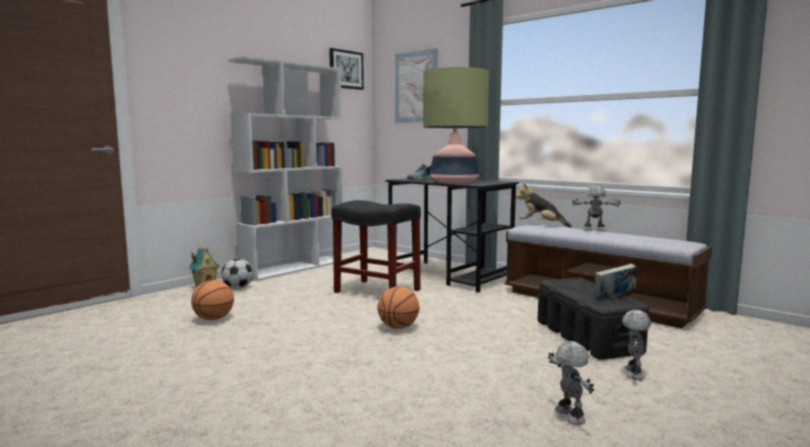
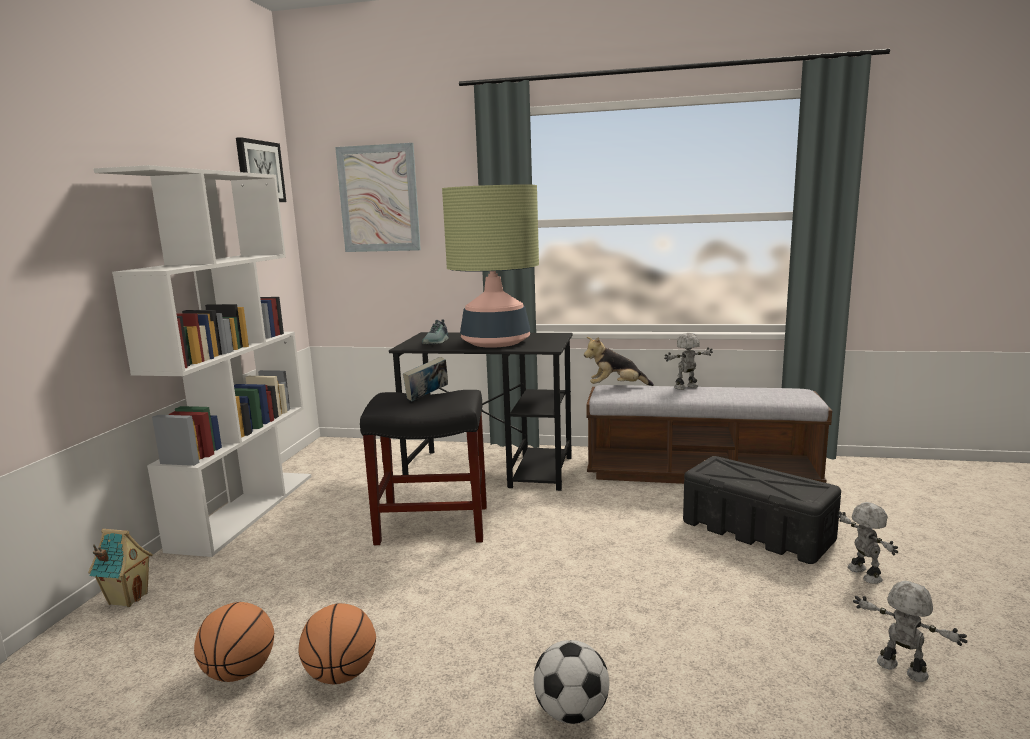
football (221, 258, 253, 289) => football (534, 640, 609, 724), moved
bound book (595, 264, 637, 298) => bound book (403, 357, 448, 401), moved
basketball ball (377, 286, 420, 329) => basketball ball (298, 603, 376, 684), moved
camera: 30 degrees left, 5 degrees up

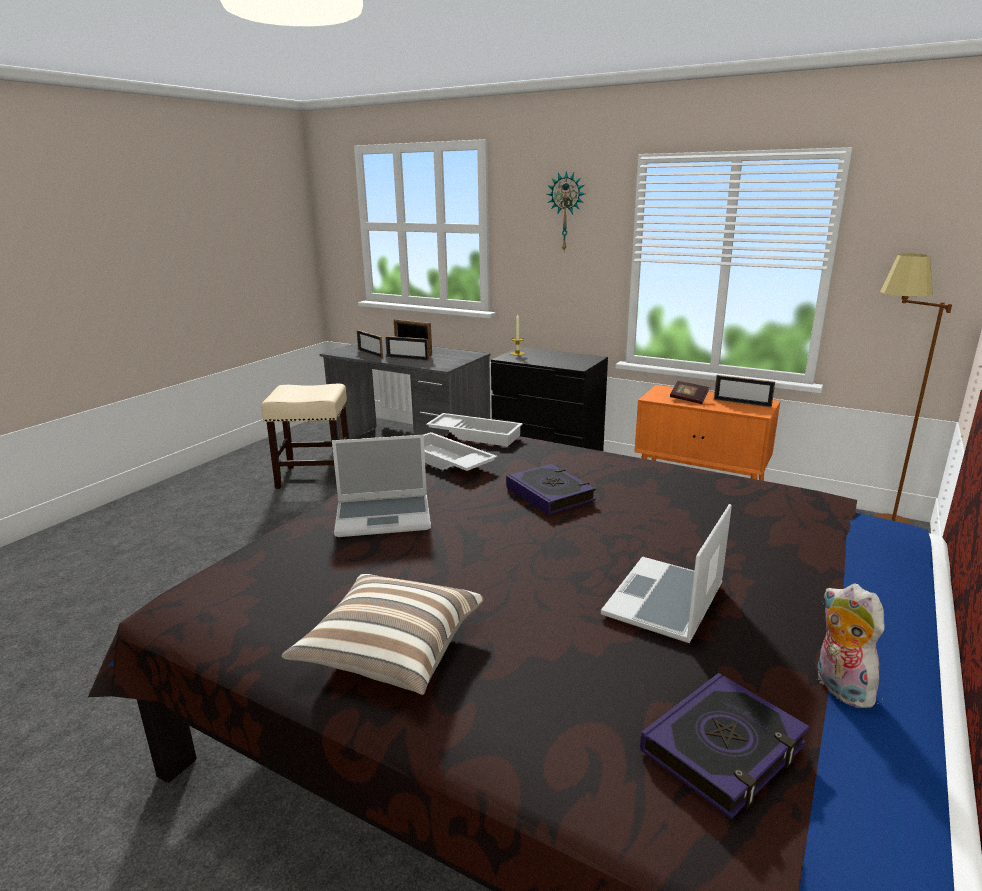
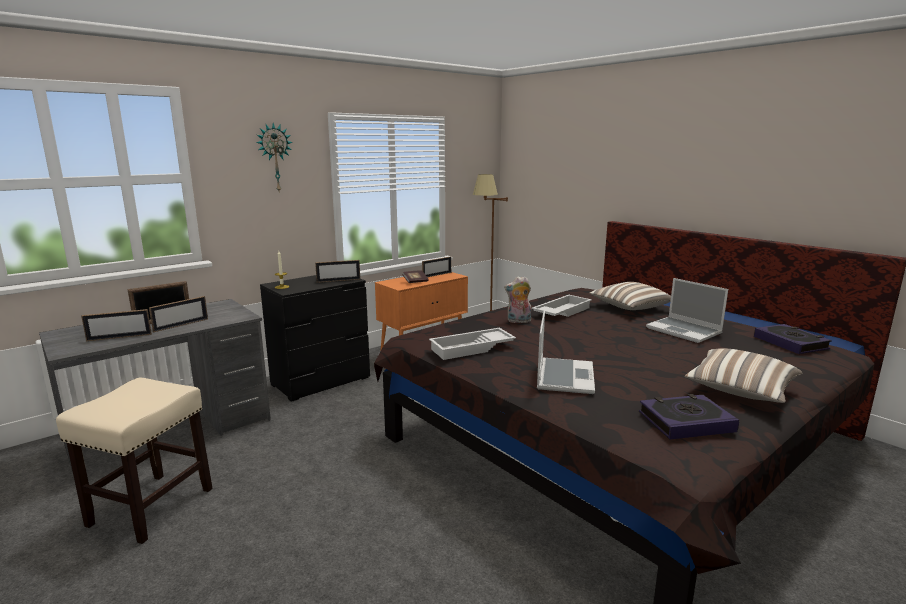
serving tray in whitish (426, 413, 523, 447) => serving tray in whitish (532, 295, 592, 317), moved
bound book (506, 464, 596, 515) => bound book (639, 394, 739, 440), moved
soft toy (818, 584, 885, 708) => soft toy (504, 276, 531, 323), moved
nothing => standing frame (315, 260, 360, 283)
nothing => cushion (589, 282, 671, 310)
camera: 70 degrees left, 5 degrees down

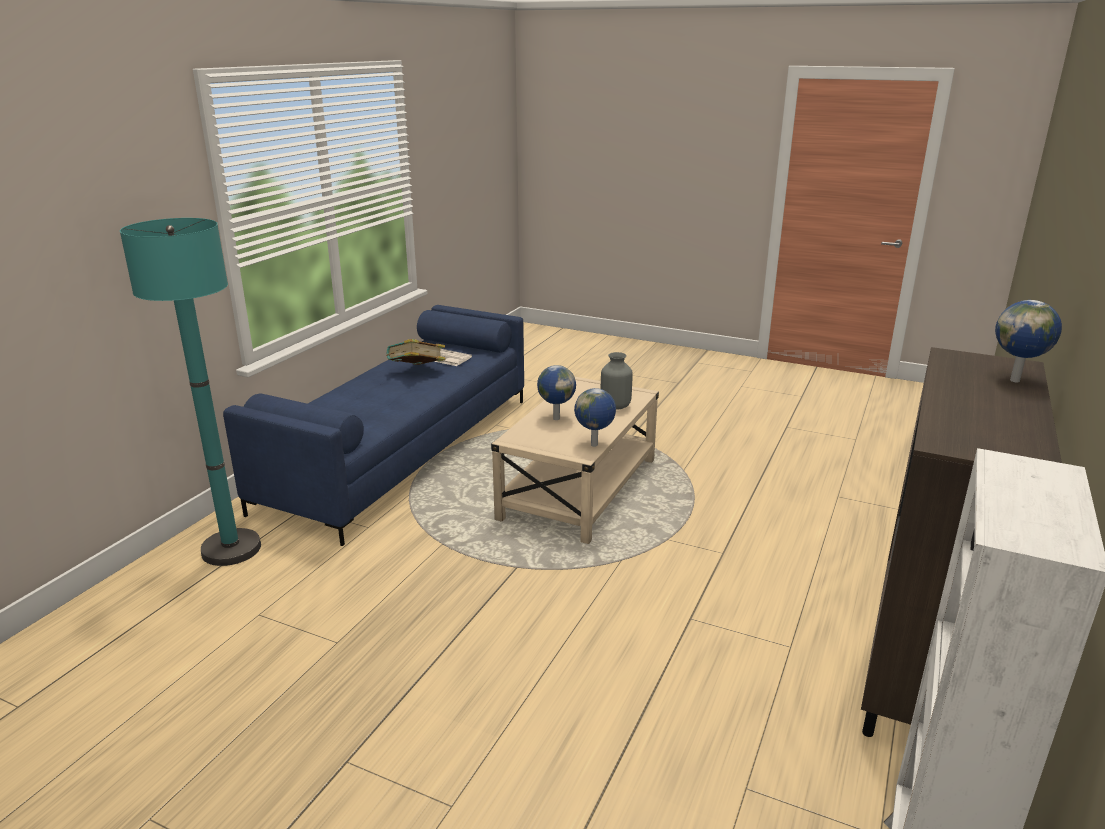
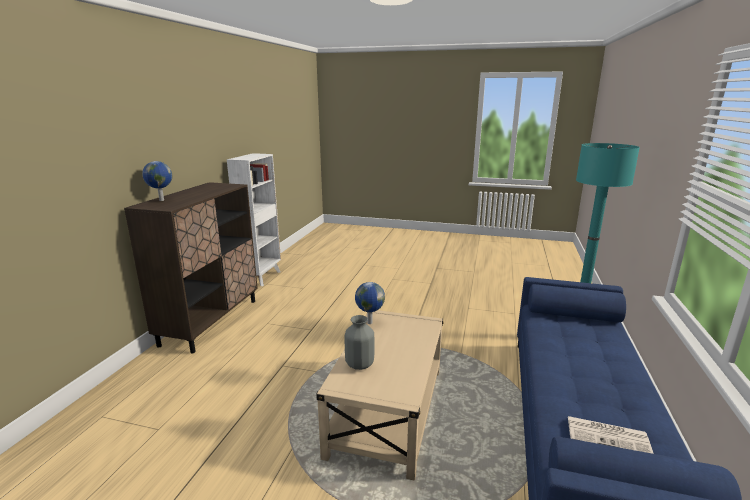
bound book (386, 339, 445, 365) => nothing
desk globe (537, 365, 576, 420) => nothing
camera: 170 degrees right, 5 degrees down

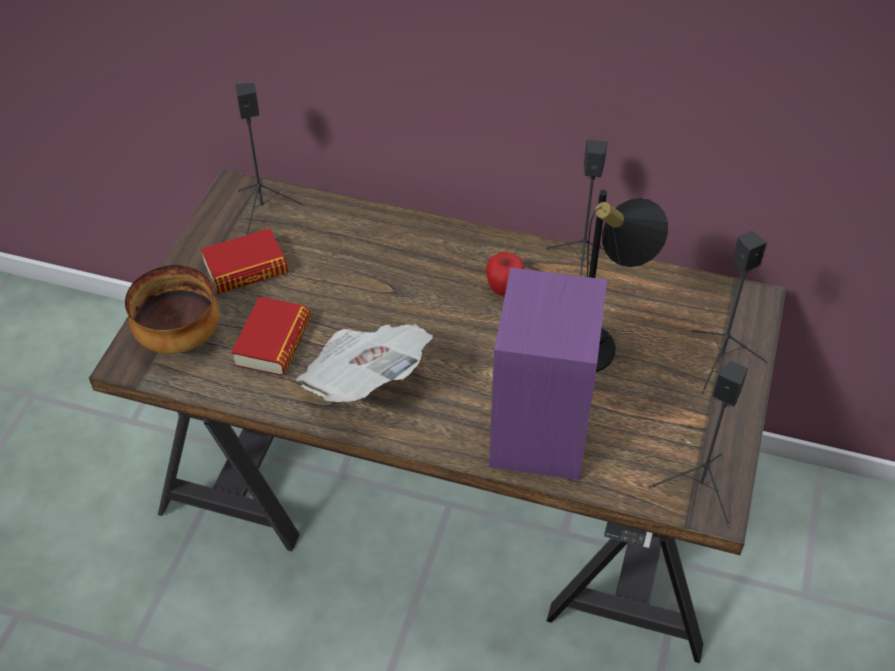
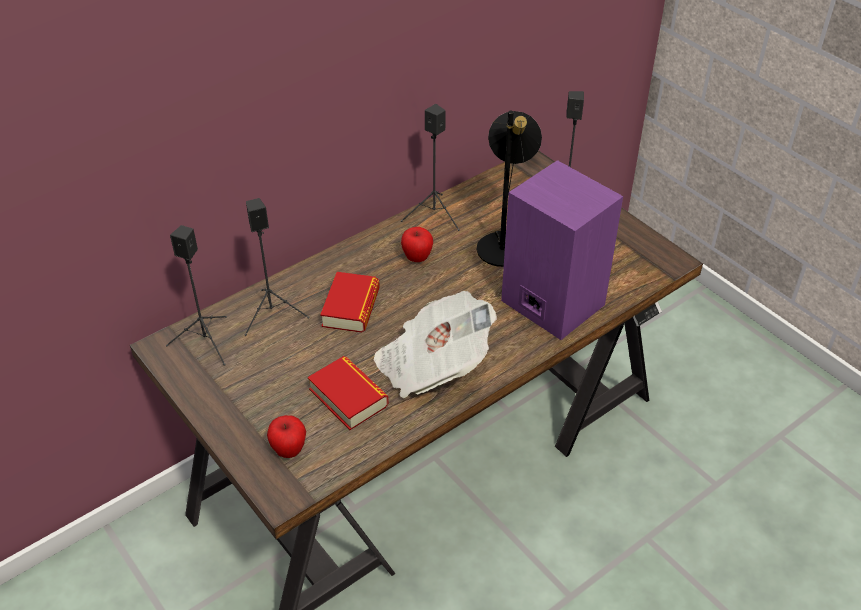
bound book (201, 228, 288, 294) => bound book (320, 272, 380, 333), moved
bowl (125, 265, 219, 354) => apple (267, 415, 306, 458)
speaker in black-coloured (649, 361, 748, 528) => speaker in black-coloured (245, 198, 310, 336), moved
camera: 55 degrees left, 5 degrees down

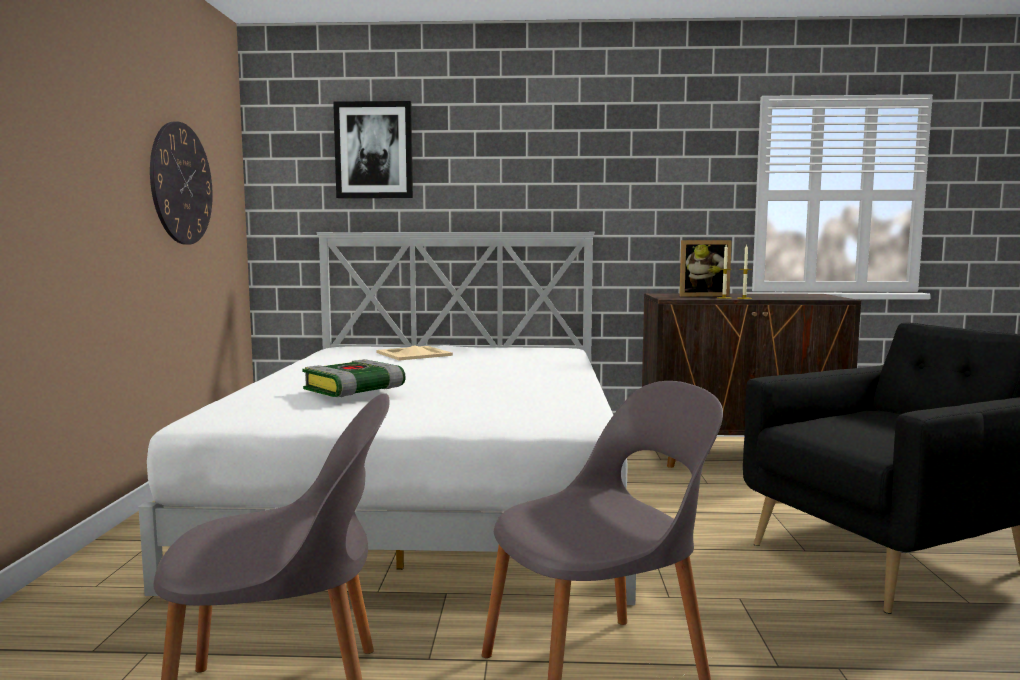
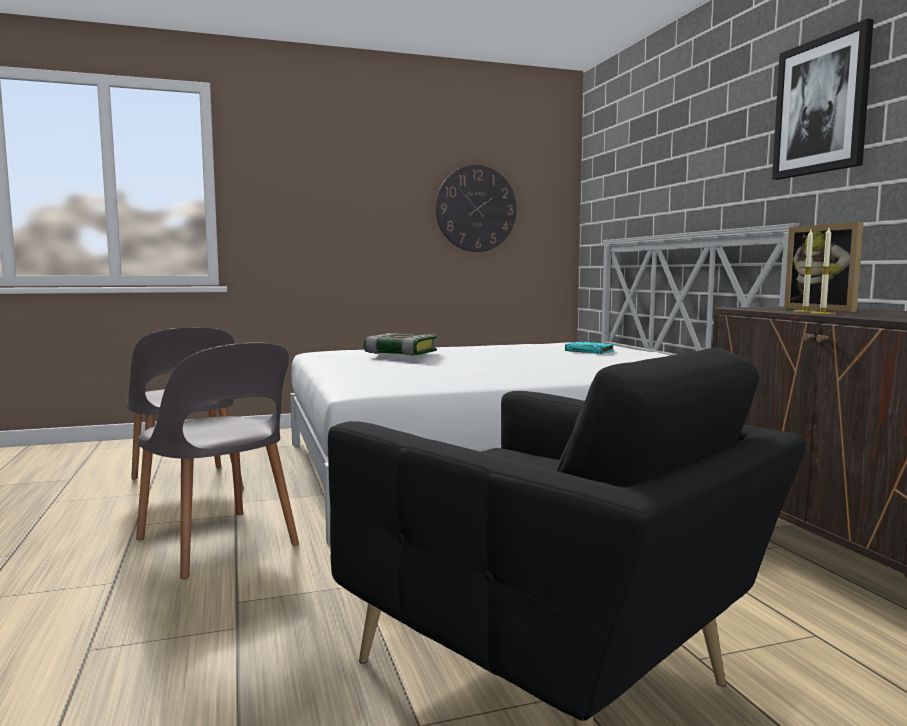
wall picture (333, 101, 413, 198) => wall picture (772, 19, 874, 180), moved
serving tray in beige (377, 345, 453, 361) => bound book in turquoise-coloured (565, 341, 615, 354)
camera: 70 degrees right, 0 degrees up

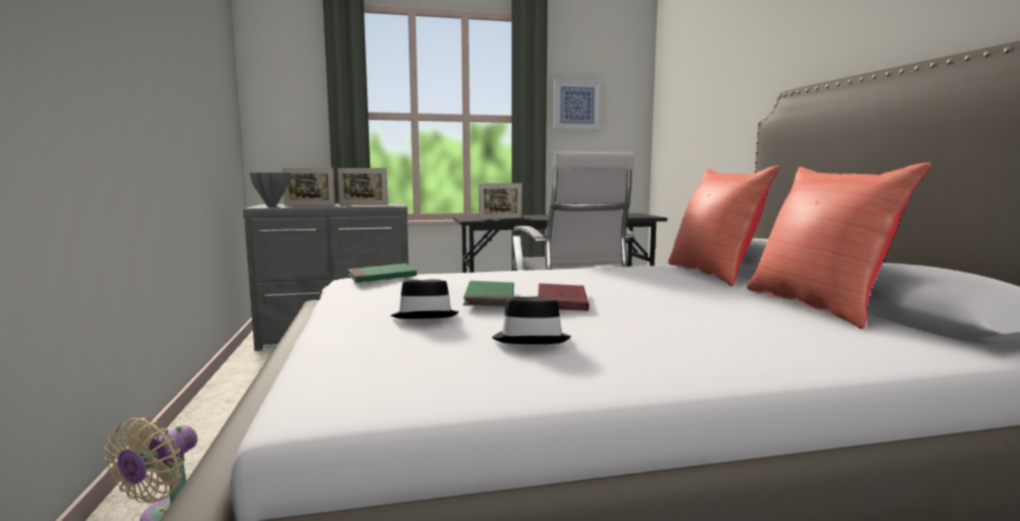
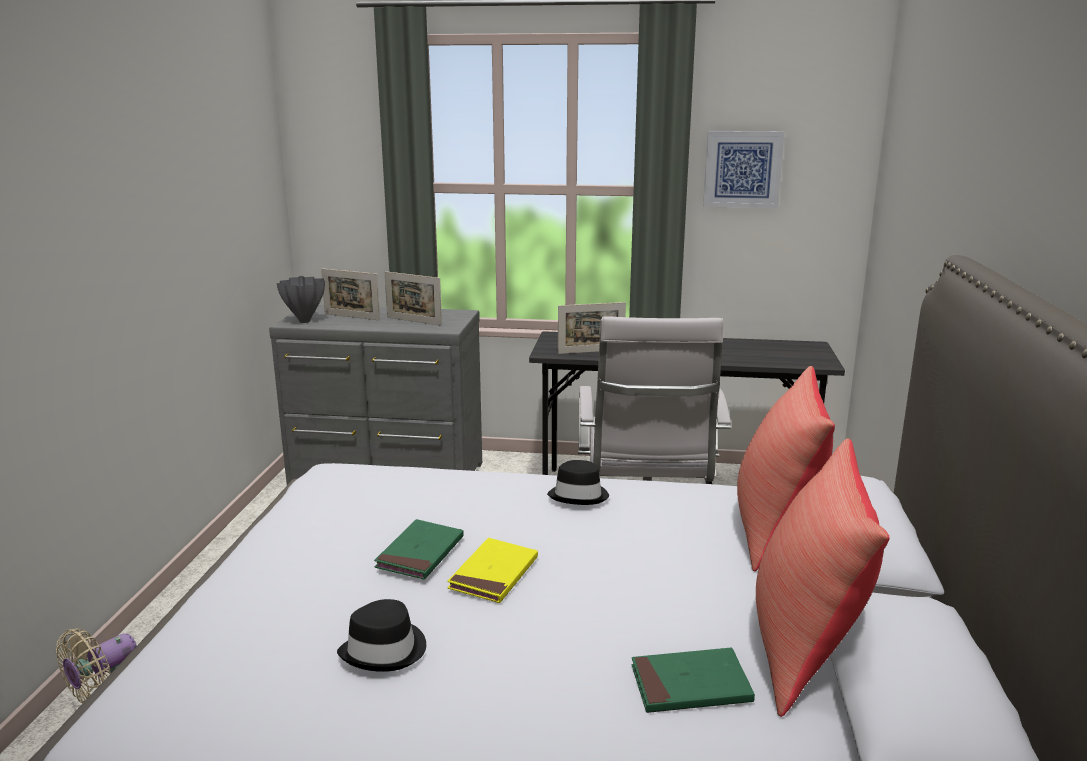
bound book in green (348, 263, 417, 283) => bound book in green (632, 648, 755, 713), moved
hat in black-coloured (390, 279, 459, 319) => hat in black-coloured (547, 460, 609, 505), moved
bound book in reddish (538, 283, 589, 311) => bound book in yellowish (447, 538, 538, 603)
camera: 20 degrees right, 10 degrees up

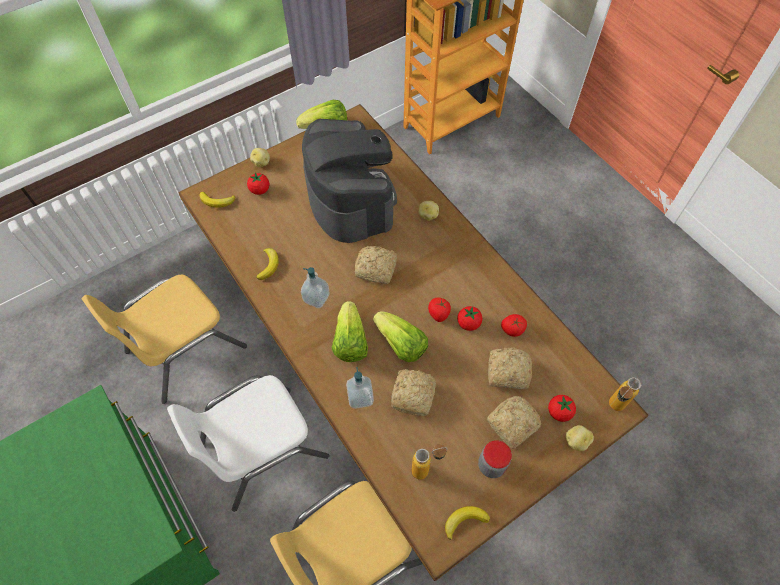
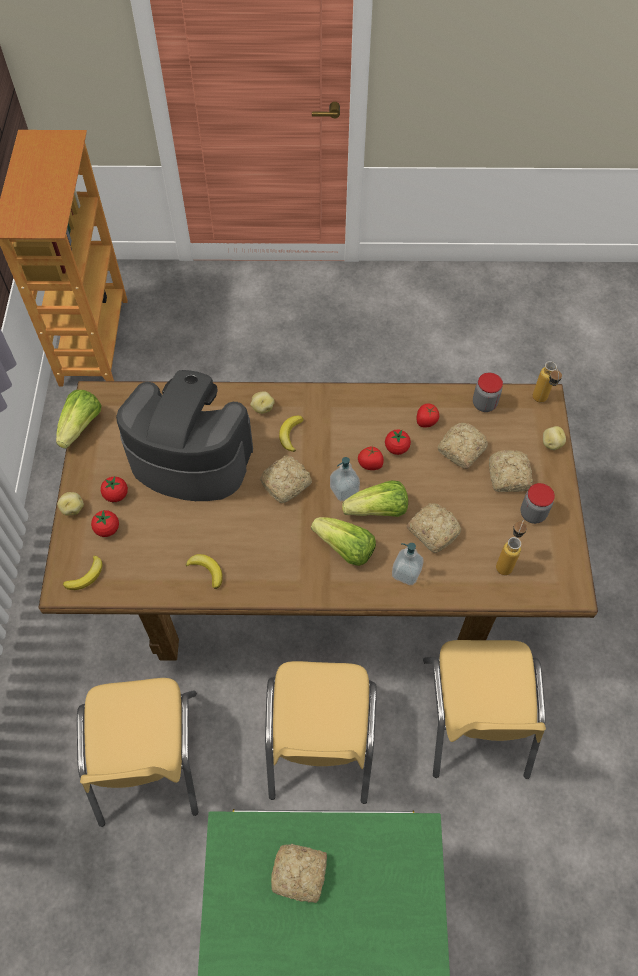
liquid soap bottle (301, 267, 330, 308) => liquid soap bottle (330, 457, 360, 501), moved
upright chair in whitish (167, 375, 329, 512) => upright chair in yellowish (265, 661, 377, 804)
whole tomato (548, 395, 576, 422) => whole tomato (101, 477, 128, 502), moved
banana (445, 506, 490, 540) => banana (279, 416, 304, 452), moved
nothing => preserve jar (473, 373, 503, 412)
nothing => bakery bread (271, 844, 327, 903)
camera: 55 degrees left, 0 degrees up

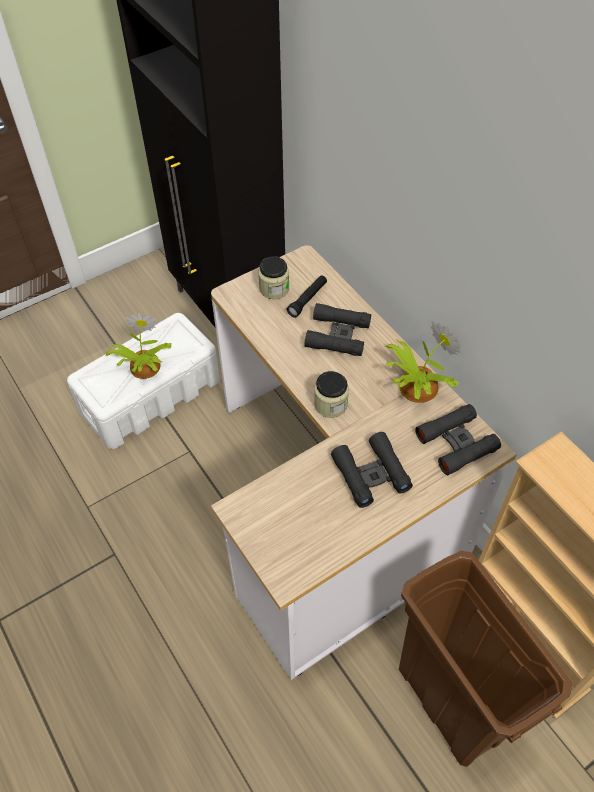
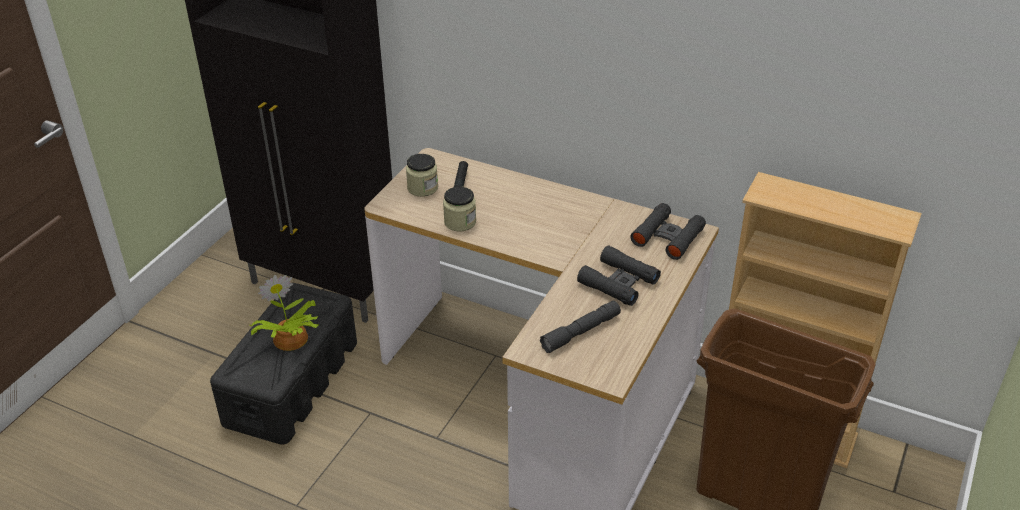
binoculars in black-coloured (304, 303, 371, 356) => nothing
storage container in whitish (67, 313, 220, 449) => storage container in black-coloured (210, 283, 357, 445)
plant in a pot (385, 322, 461, 403) => nothing
preserve jar (314, 371, 349, 418) => preserve jar (443, 187, 476, 231), moved
nothing => torch in greyish (540, 301, 621, 353)
camera: 30 degrees left, 15 degrees down

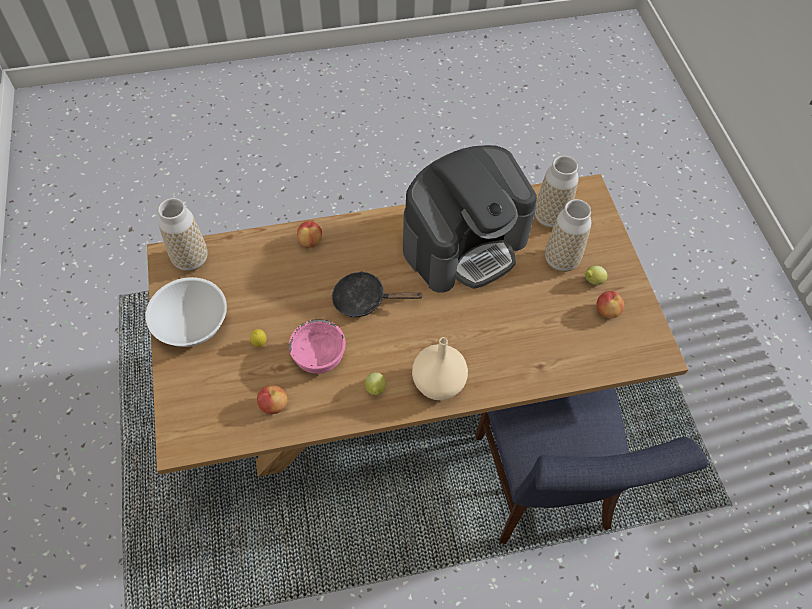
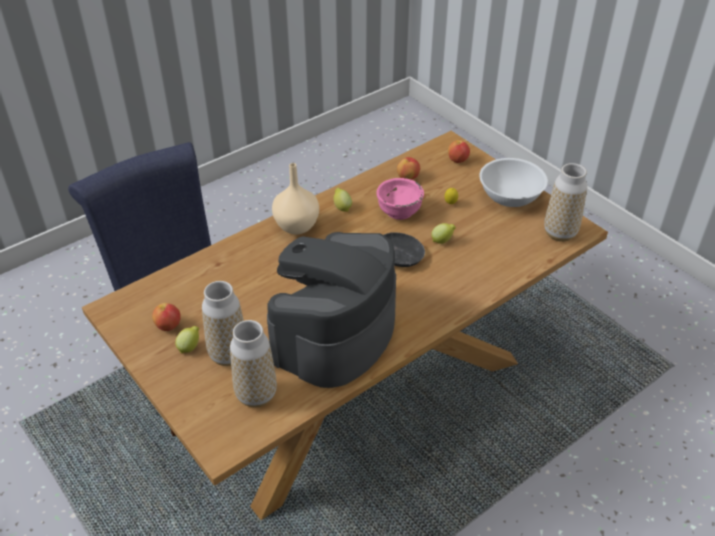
apple (297, 221, 322, 248) => apple (448, 140, 470, 163), moved
nothing => lemon (431, 223, 456, 244)
camera: 155 degrees right, 15 degrees down

